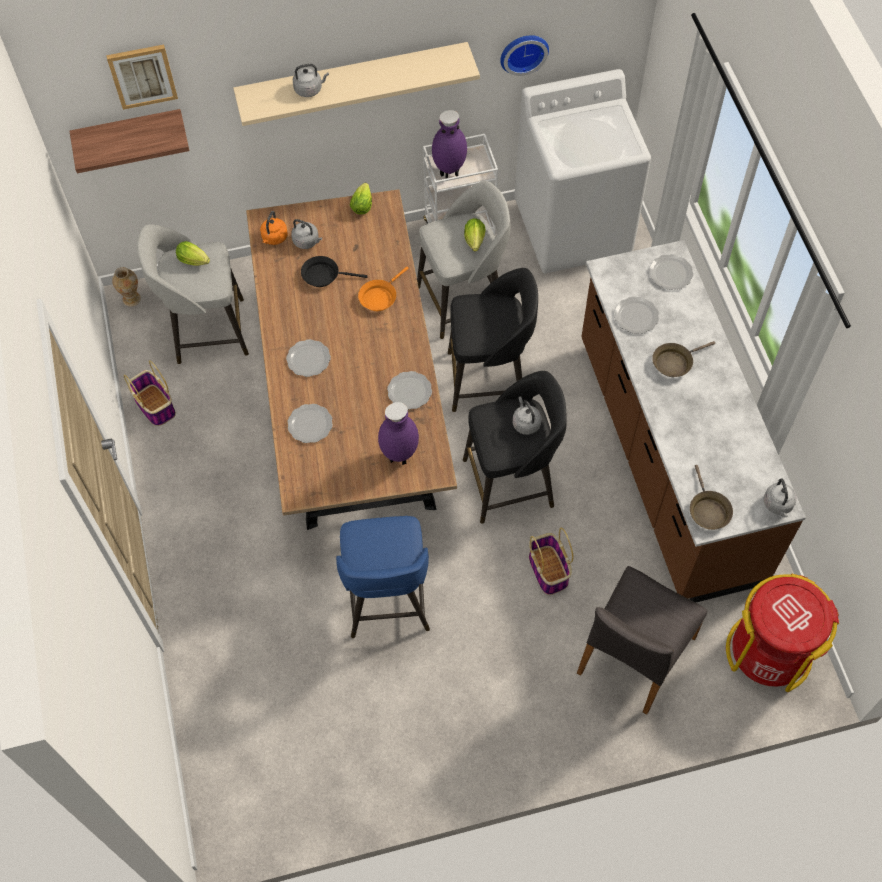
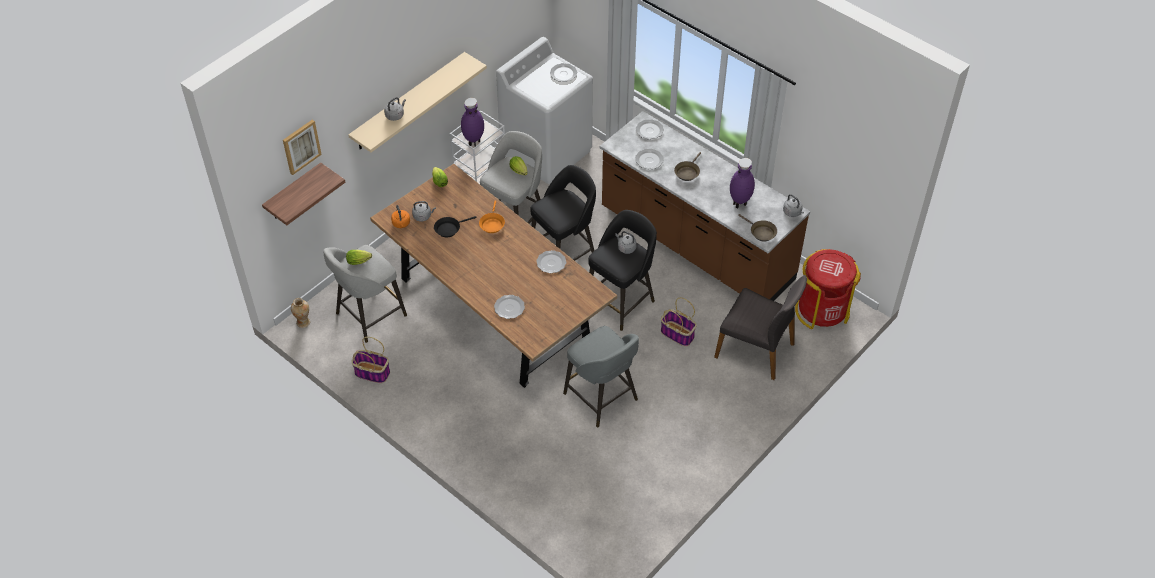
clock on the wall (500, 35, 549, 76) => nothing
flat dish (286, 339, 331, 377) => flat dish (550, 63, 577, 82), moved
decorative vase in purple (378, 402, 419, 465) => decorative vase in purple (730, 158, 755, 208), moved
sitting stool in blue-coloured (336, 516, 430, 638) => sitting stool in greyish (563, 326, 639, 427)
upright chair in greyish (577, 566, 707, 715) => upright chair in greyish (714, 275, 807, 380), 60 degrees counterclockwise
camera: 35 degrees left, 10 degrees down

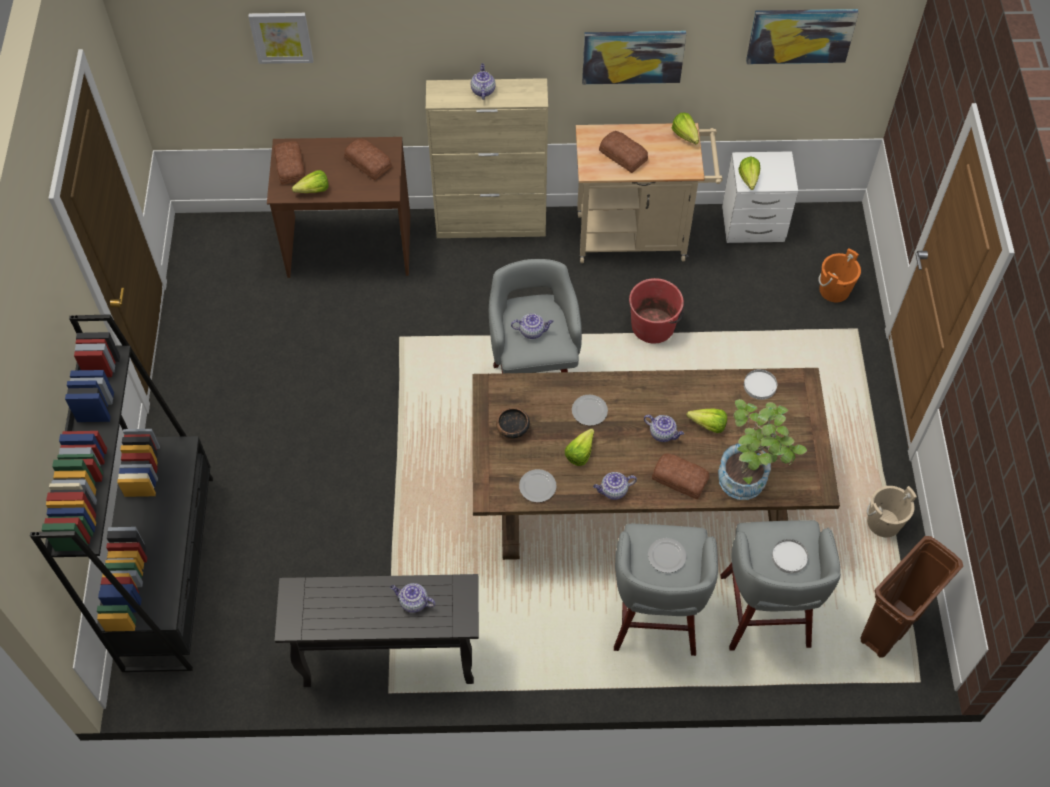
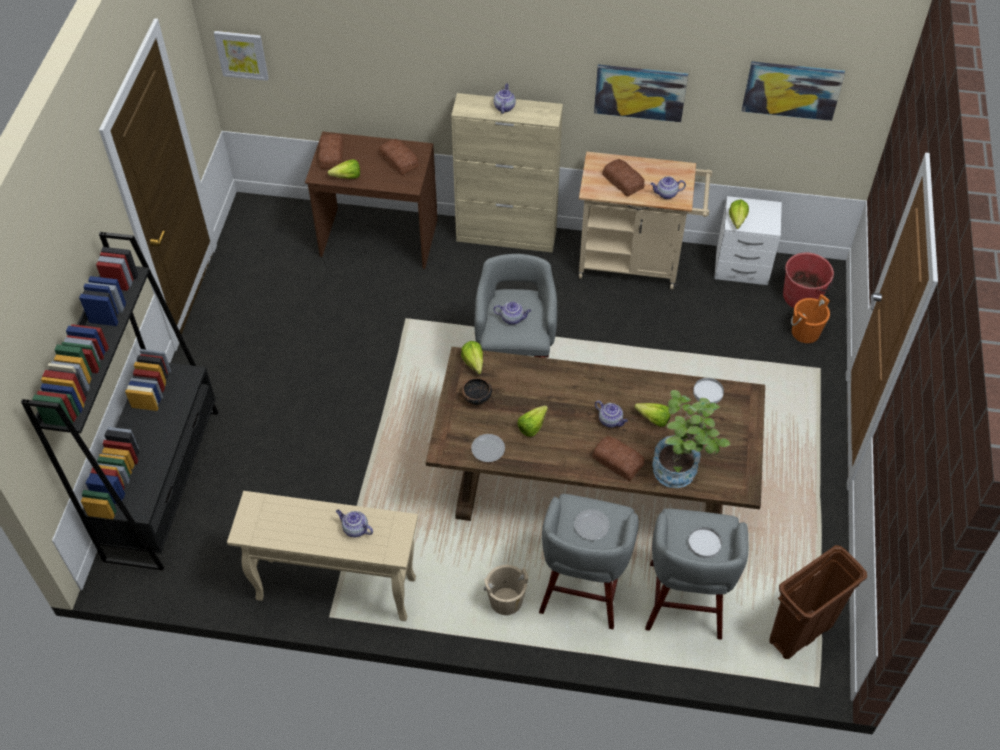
wall picture (248, 13, 313, 64) => wall picture (214, 31, 269, 81), moved
head of lettuce (672, 112, 699, 144) => head of lettuce (461, 341, 483, 374), moved
water bucket in reddish (629, 278, 684, 343) => water bucket in reddish (783, 253, 834, 308), moved
flat dish (572, 395, 608, 426) => nothing
pot for tea (593, 472, 637, 500) => pot for tea (651, 177, 686, 199), moved
water bucket in beige (867, 486, 917, 537) => water bucket in beige (484, 565, 528, 615), moved
hall table in black-coloured (275, 574, 479, 687) => hall table in beige (227, 491, 418, 621)
camera: 10 degrees right, 5 degrees down

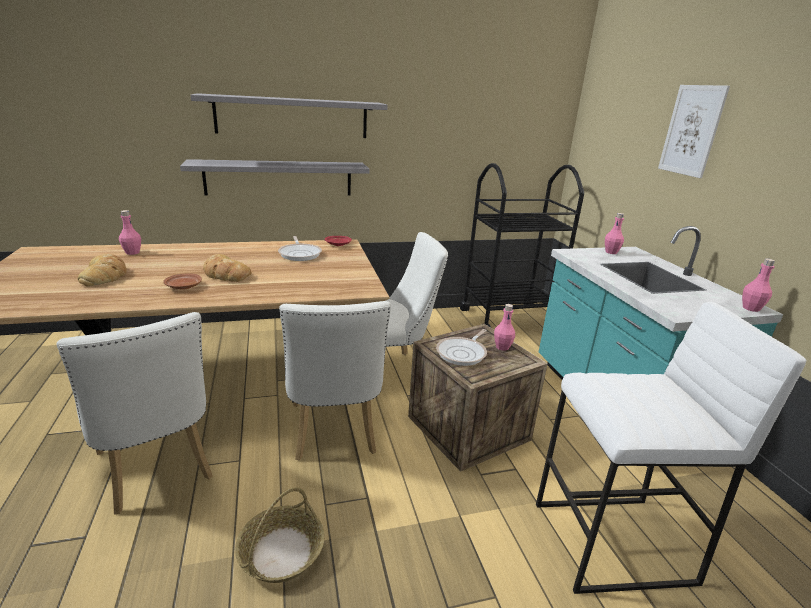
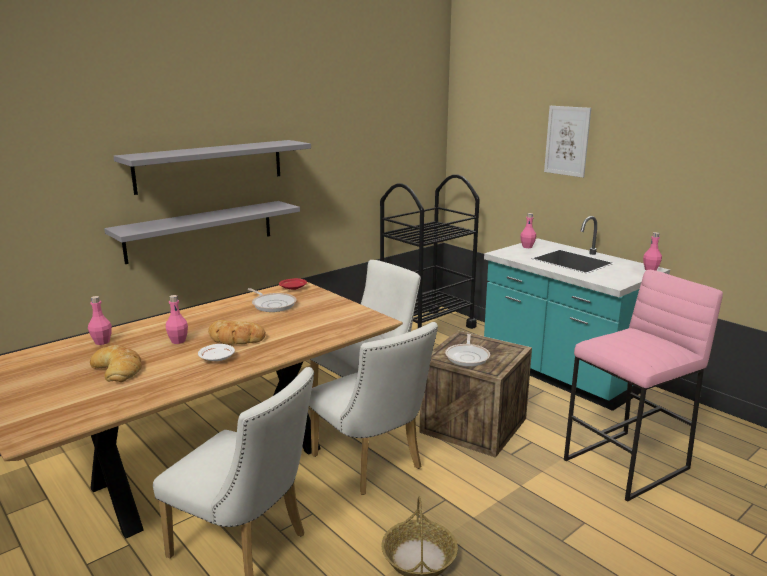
flat dish in brownish (163, 273, 202, 290) => flat dish in whitish (198, 344, 235, 361)
sitting stool in whitish (536, 302, 806, 594) => sitting stool in pink-coloured (564, 270, 723, 502)
bottle in pink-coloured (494, 304, 515, 351) => bottle in pink-coloured (166, 295, 188, 344), moved
camera: 25 degrees left, 5 degrees down

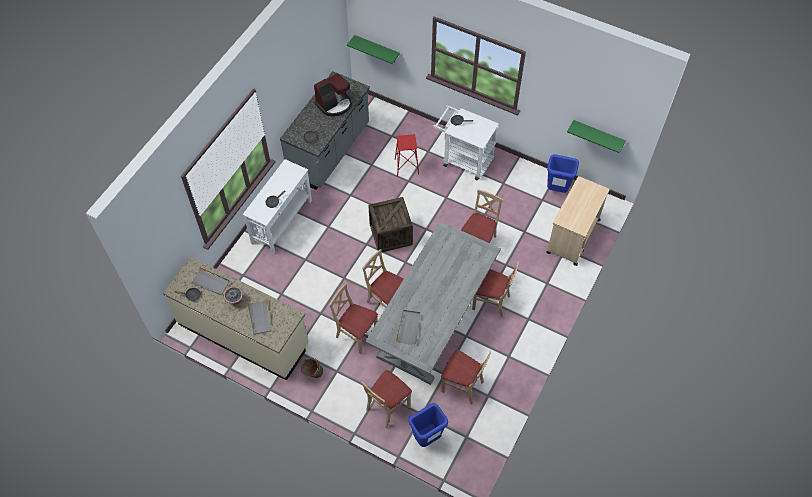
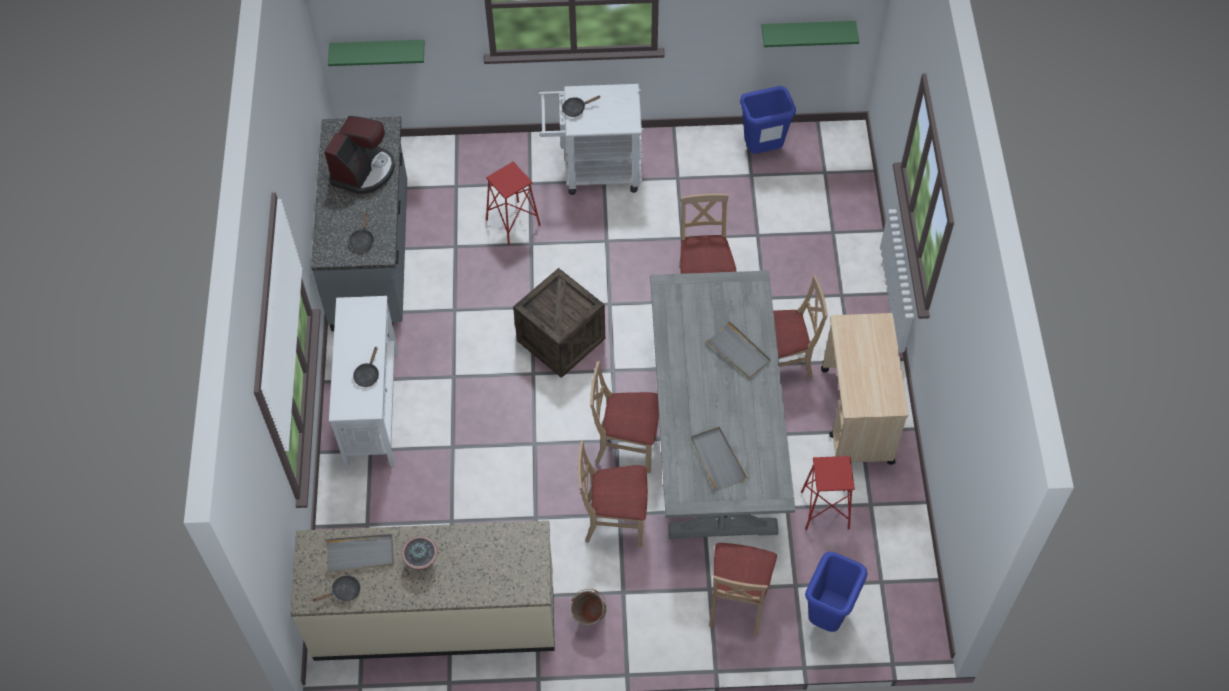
trolley in beige (546, 176, 610, 266) => trolley in beige (821, 313, 909, 465), moved
serving tray in greyish (247, 299, 271, 335) => serving tray in greyish (705, 321, 771, 379), moved
upright chair in beige (441, 350, 491, 404) => sitting stool in reddish (801, 456, 855, 530)
camera: 30 degrees left, 0 degrees up

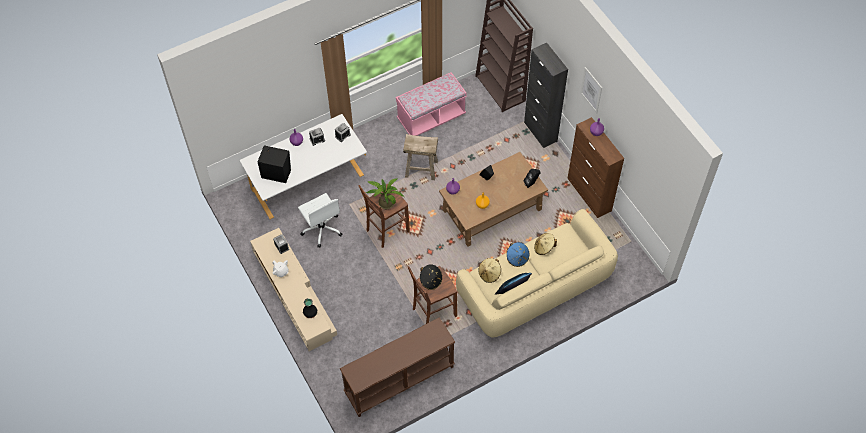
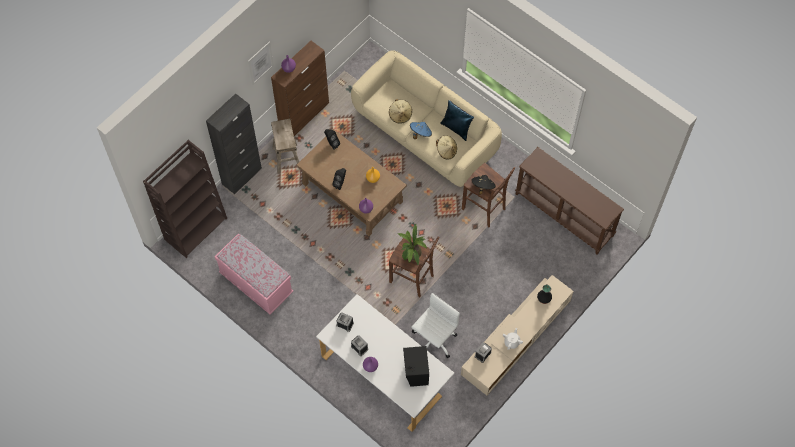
sitting stool in beige (403, 134, 438, 180) => sitting stool in beige (271, 119, 301, 174), moved
camera: 110 degrees left, 5 degrees up

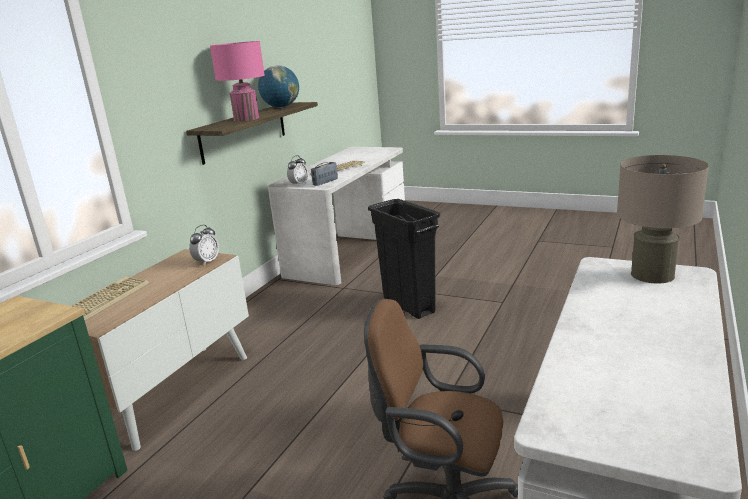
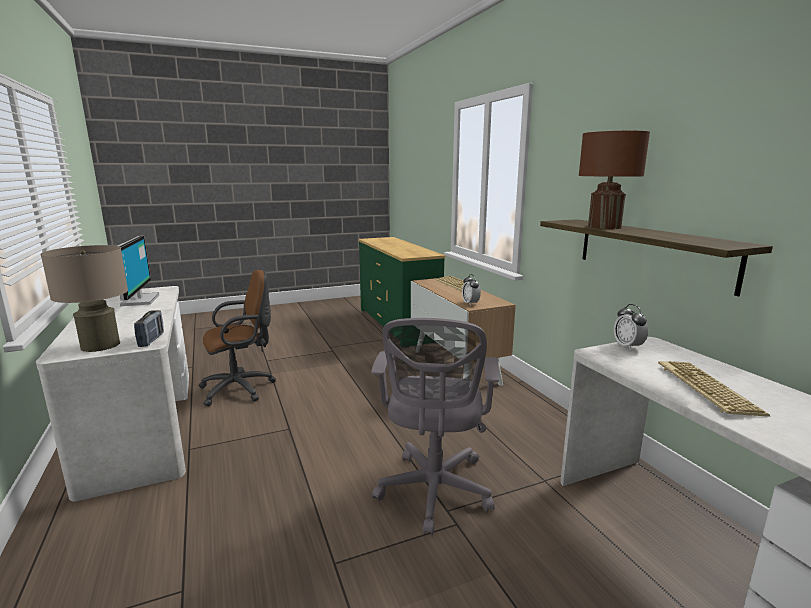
lamp for a table in pink-coloured (210, 41, 265, 121) => lamp for a table in brownish (579, 131, 650, 229)
desk globe (258, 65, 299, 108) => nothing
radio (311, 162, 338, 186) => radio (134, 310, 164, 347), moved
waste bin in black-coloured (368, 199, 440, 319) => office chair in greyish (371, 318, 499, 535)
nothing => computer screen (118, 236, 159, 306)
camera: 130 degrees right, 5 degrees down

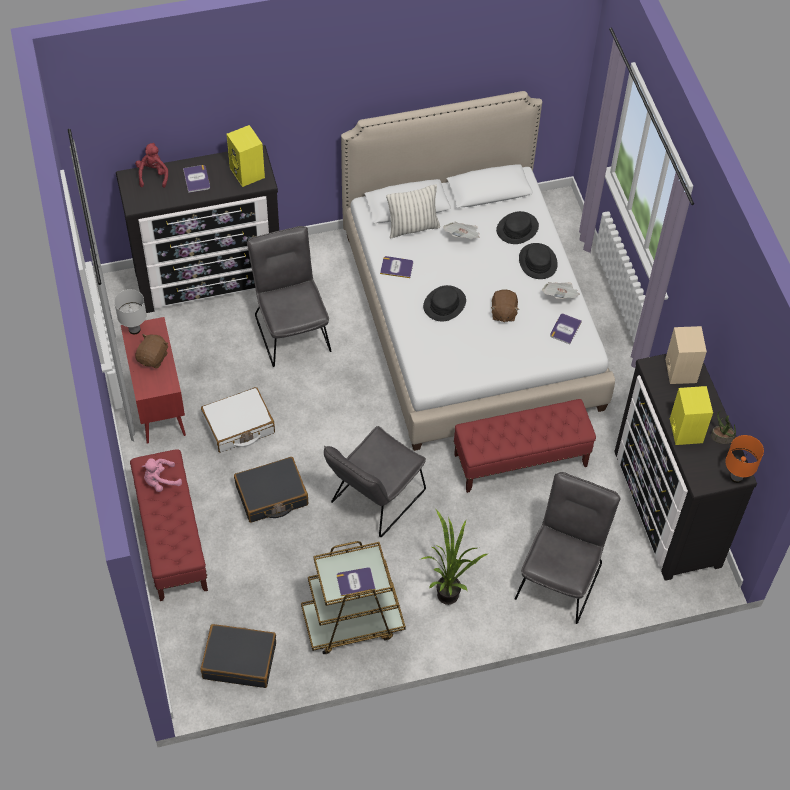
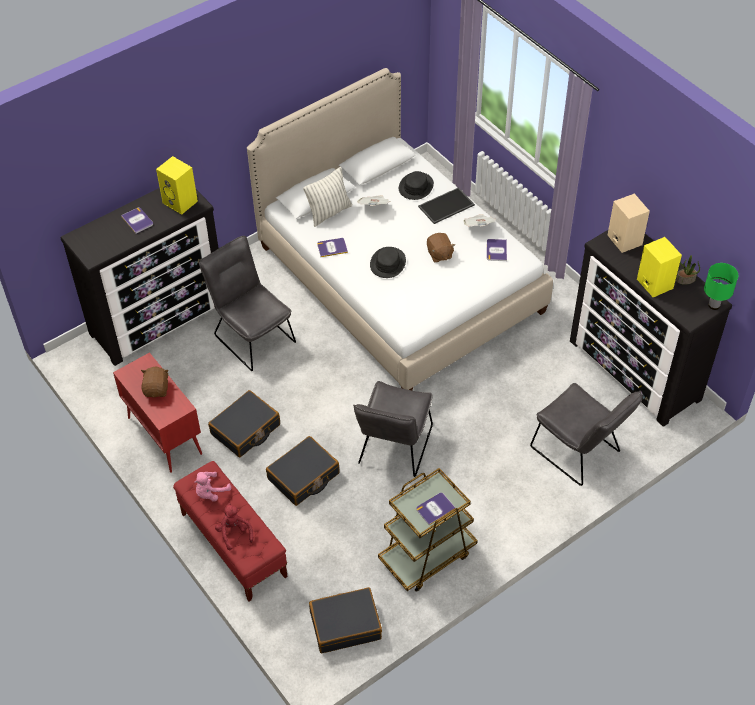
soft toy in reddish (135, 143, 168, 188) => soft toy in reddish (215, 503, 253, 551), moved
hat in black-coloured (519, 243, 558, 279) => serving tray (418, 187, 475, 224)
lamp for a table in whitish (114, 289, 147, 334) => nothing
travel case in whitish (201, 387, 275, 453) => travel case in black-coloured (208, 390, 280, 457)
bench in reddish (453, 399, 596, 493) => nothing
lamp for a table in orange-coloured (725, 435, 764, 483) => lamp for a table in green (704, 263, 738, 310)
upright chair in greyish (515, 472, 621, 624) => upright chair in greyish (530, 383, 643, 486), 135 degrees clockwise
plant in a pot (421, 510, 487, 605) => nothing
camera: 20 degrees left, 5 degrees down

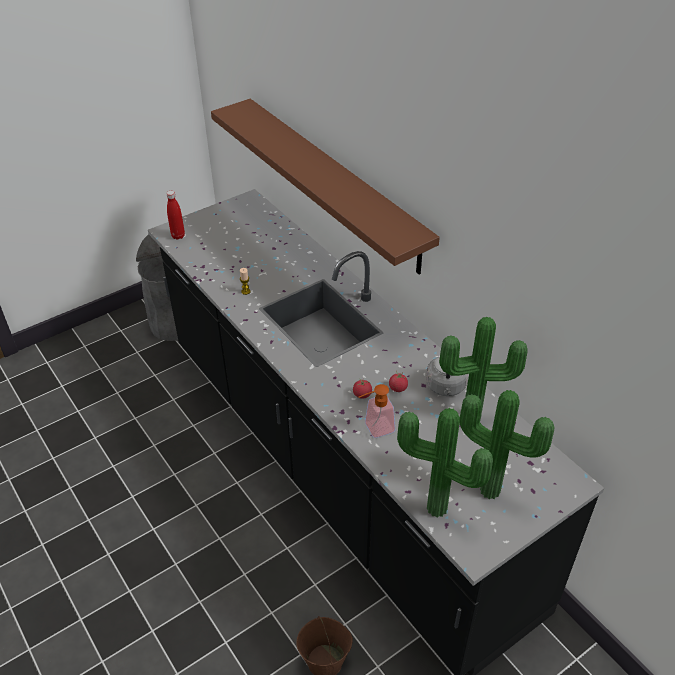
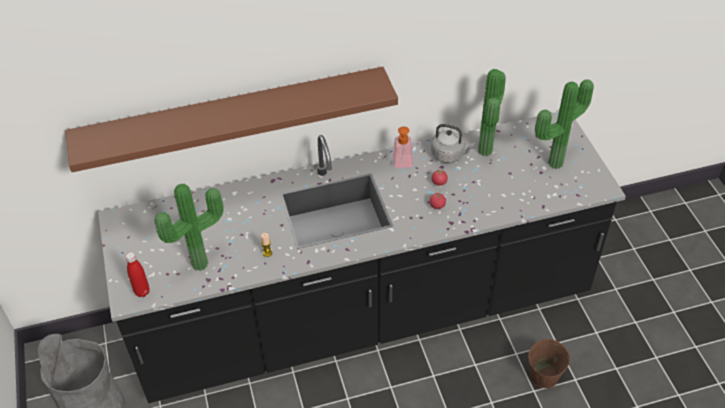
liquid soap bottle (359, 384, 395, 438) => liquid soap bottle (393, 127, 413, 168), moved
plant in a pot (397, 408, 493, 518) => plant in a pot (154, 183, 224, 271), moved
camera: 70 degrees left, 5 degrees up

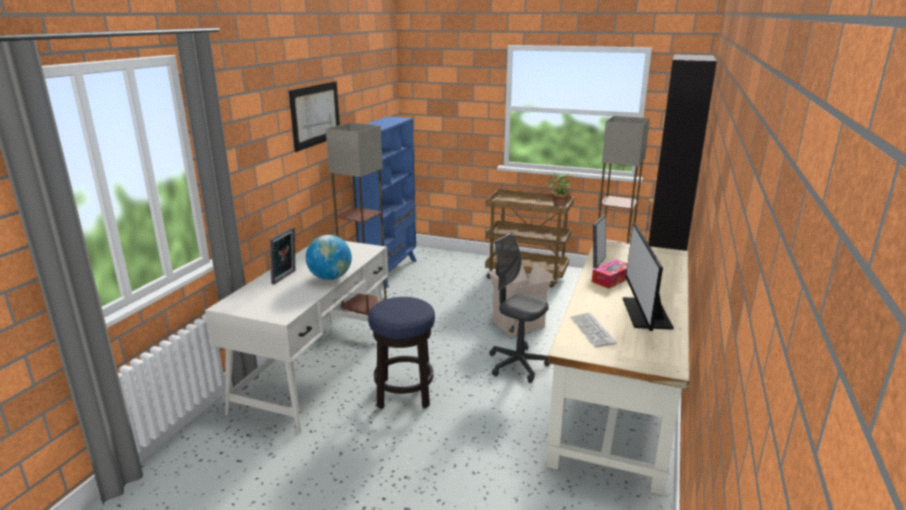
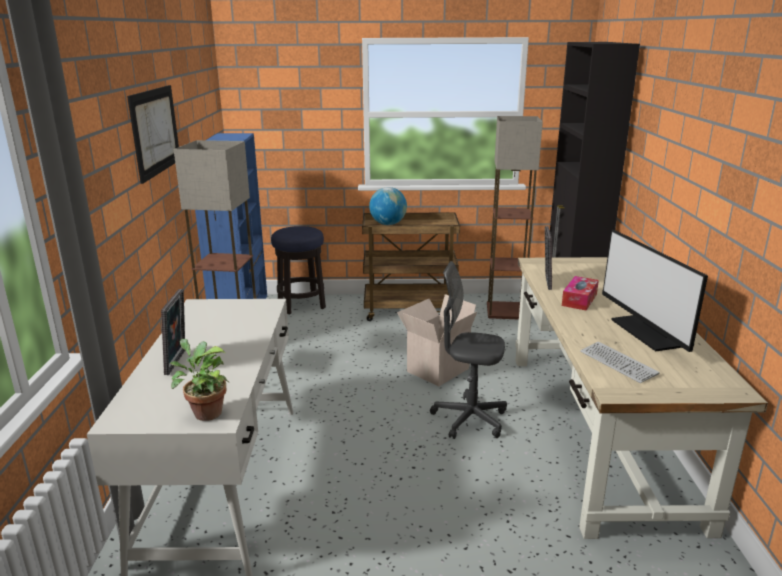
plant in a pot (548, 172, 573, 207) => plant in a pot (170, 339, 229, 421), moved
desk globe (306, 235, 352, 280) => desk globe (369, 187, 407, 225), moved
sitting stool (368, 297, 435, 409) => sitting stool (271, 226, 326, 314), moved
camera: 20 degrees left, 0 degrees up

